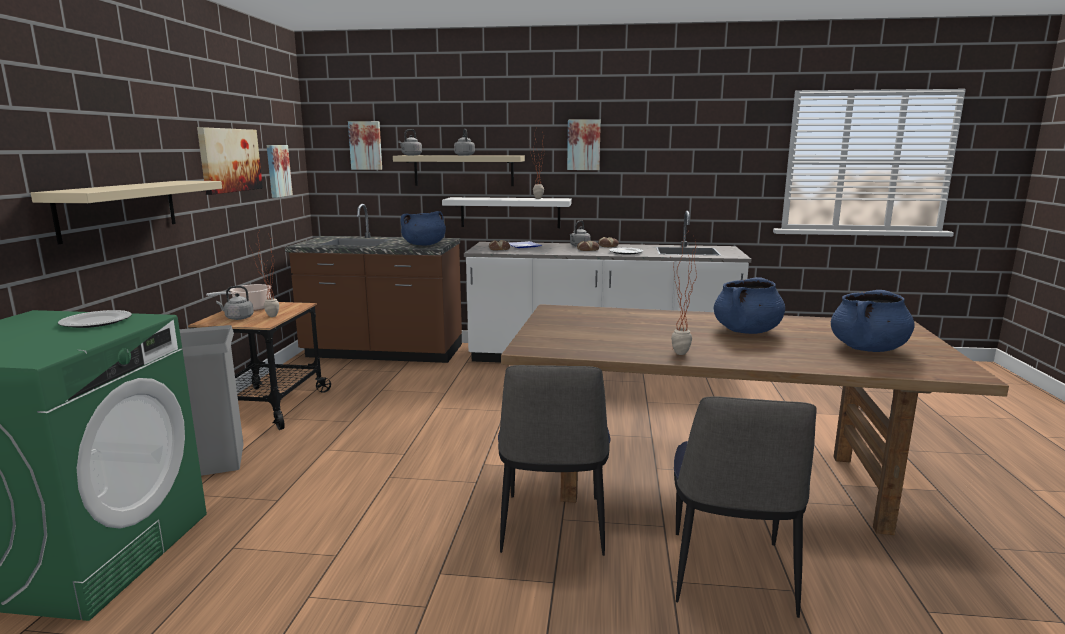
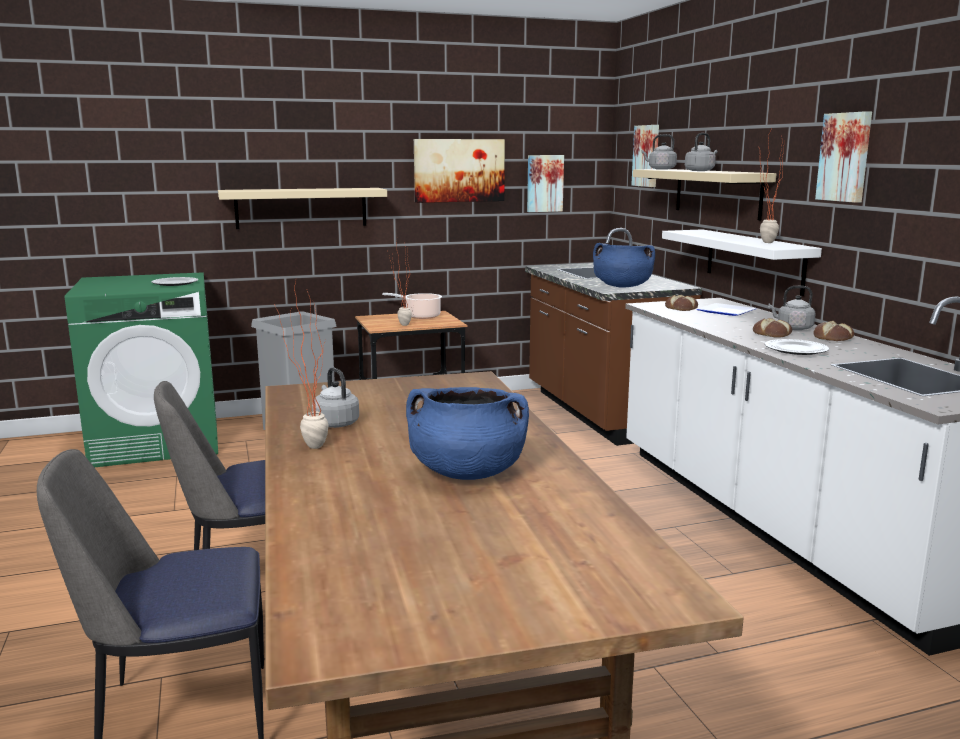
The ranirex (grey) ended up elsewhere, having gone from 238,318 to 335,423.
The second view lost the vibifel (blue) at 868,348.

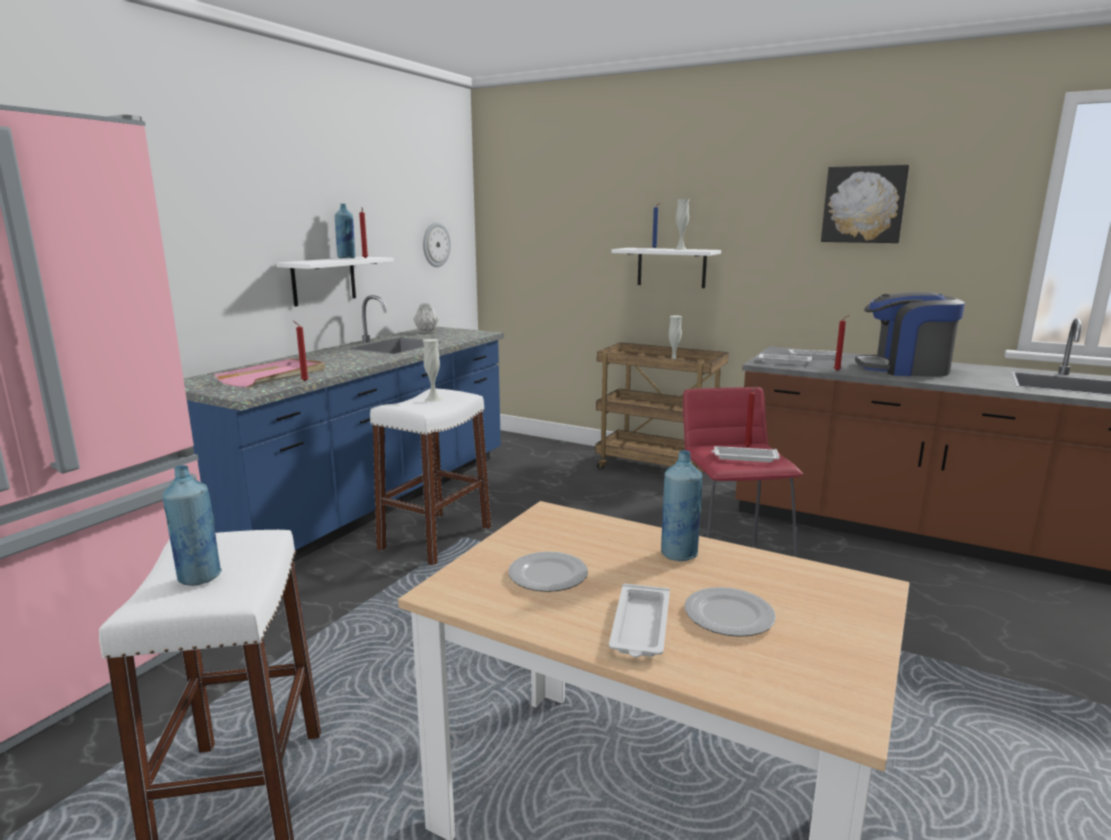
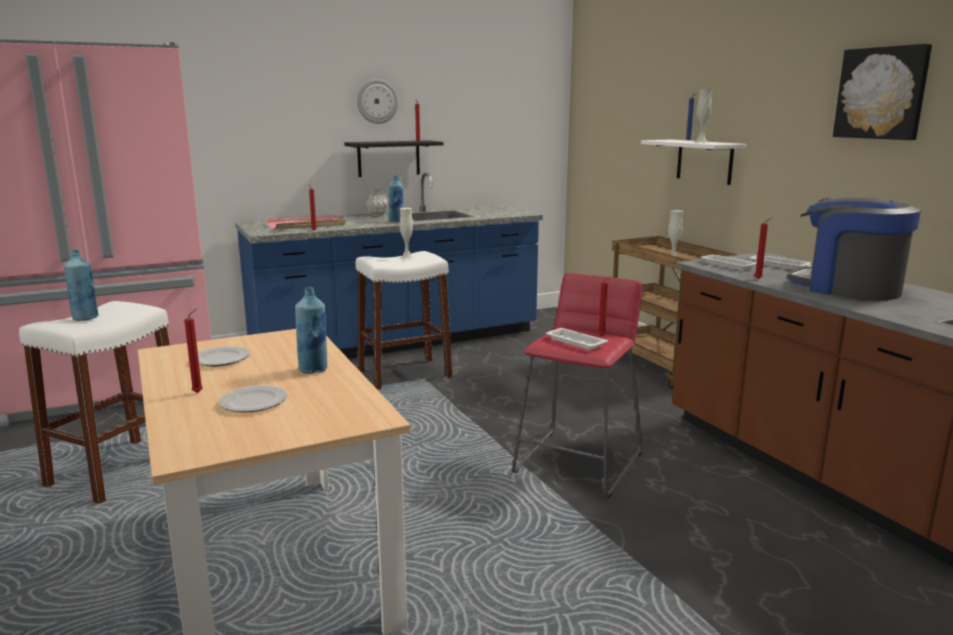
The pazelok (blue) ended up elsewhere, having gone from 347,258 to 396,221.
The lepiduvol ended up elsewhere, having gone from 435,244 to 377,101.
What was the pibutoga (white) at 324,280 turned into the pibutoga (black) at 388,158.
The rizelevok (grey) ended up elsewhere, having gone from 426,332 to 378,215.
Where the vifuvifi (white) stood at 640,627, the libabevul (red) came to stand at 199,392.

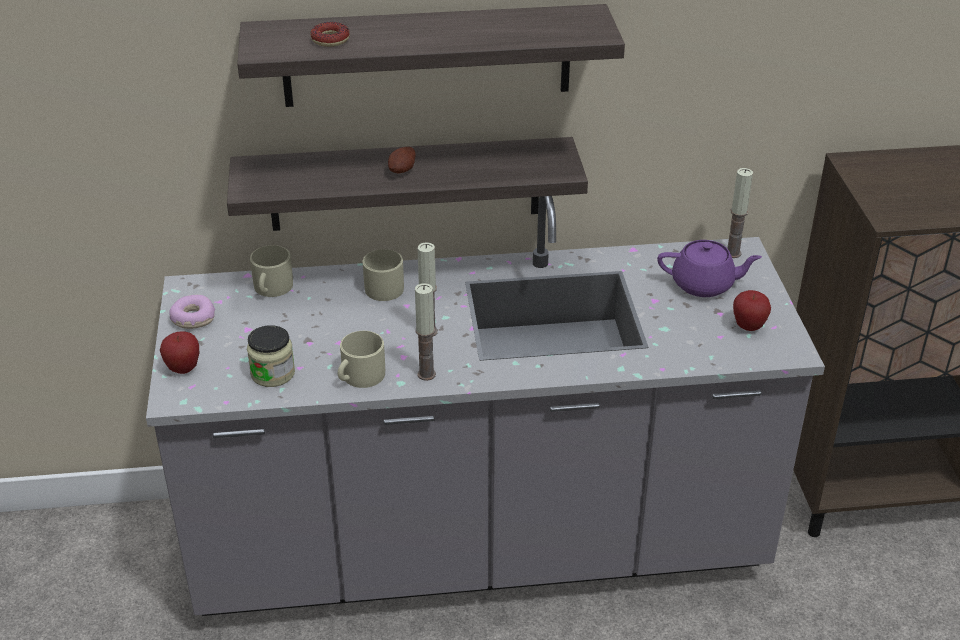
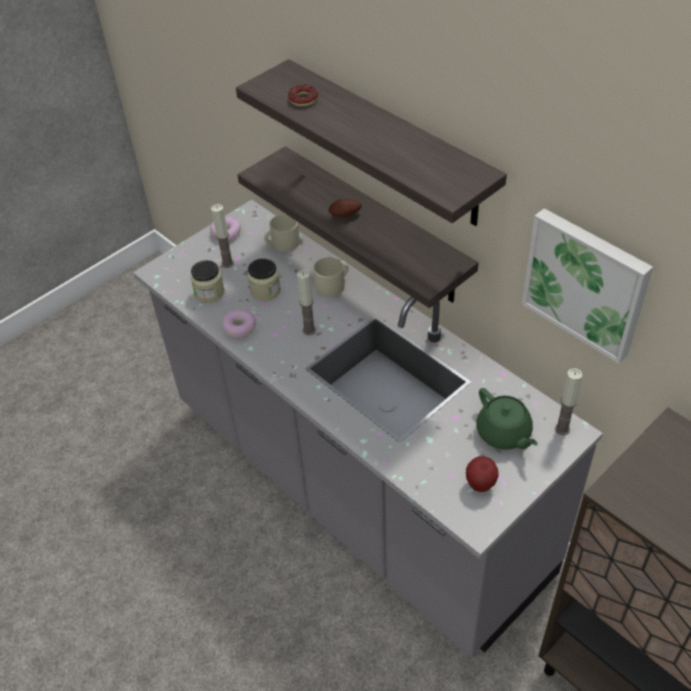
What was the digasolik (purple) at 704,285 turned into the digasolik (green) at 504,433.
The libabevul ended up elsewhere, having gone from 426,374 to 227,263.
The second view lost the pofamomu at 183,369.
Where the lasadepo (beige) stood at 359,376, the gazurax came to stand at 239,328.
The second view gained the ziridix at 586,283.
The second view gained the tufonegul at 265,291.

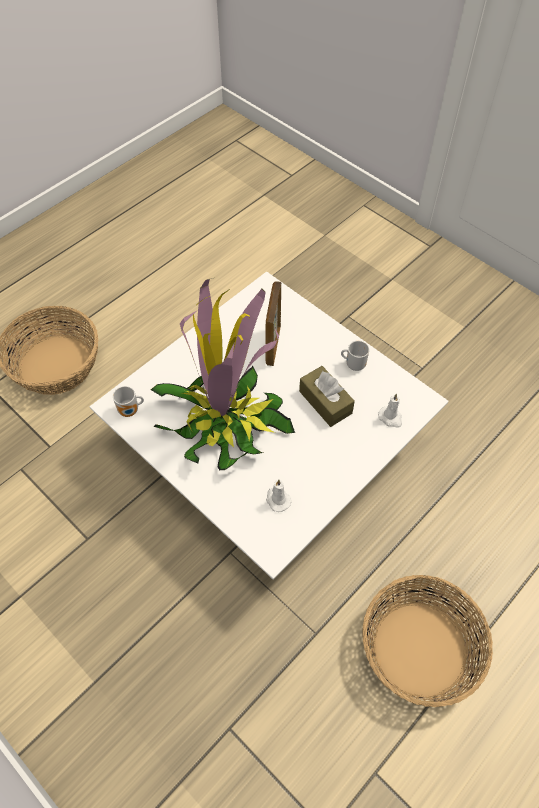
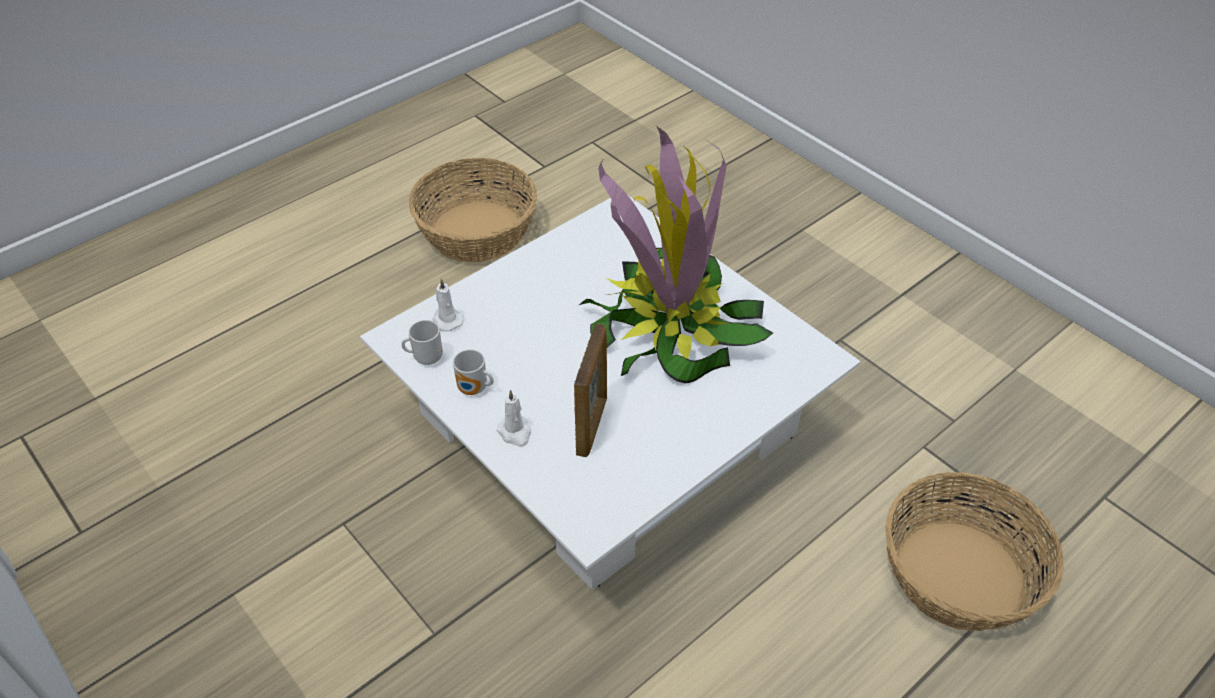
The second view lost the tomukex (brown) at 325,402.
The lasadepo ended up elsewhere, having gone from 130,411 to 426,357.
The libabevul (white) ended up elsewhere, having gone from 277,499 to 515,432.

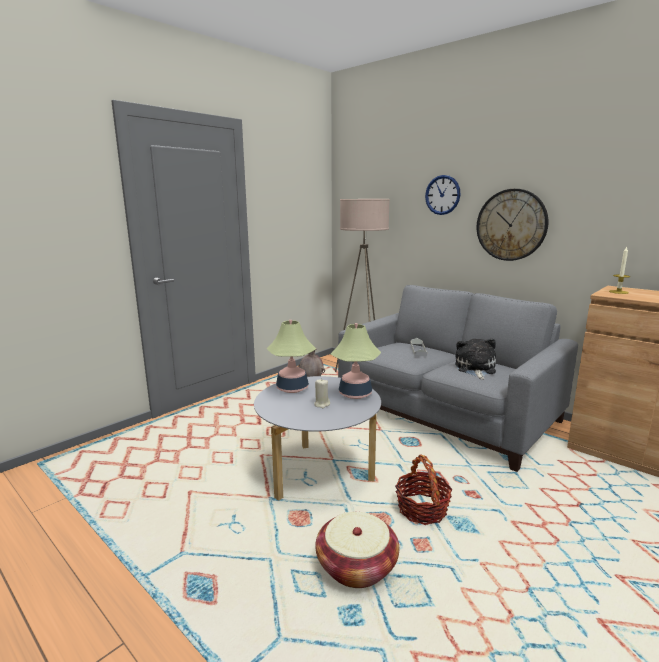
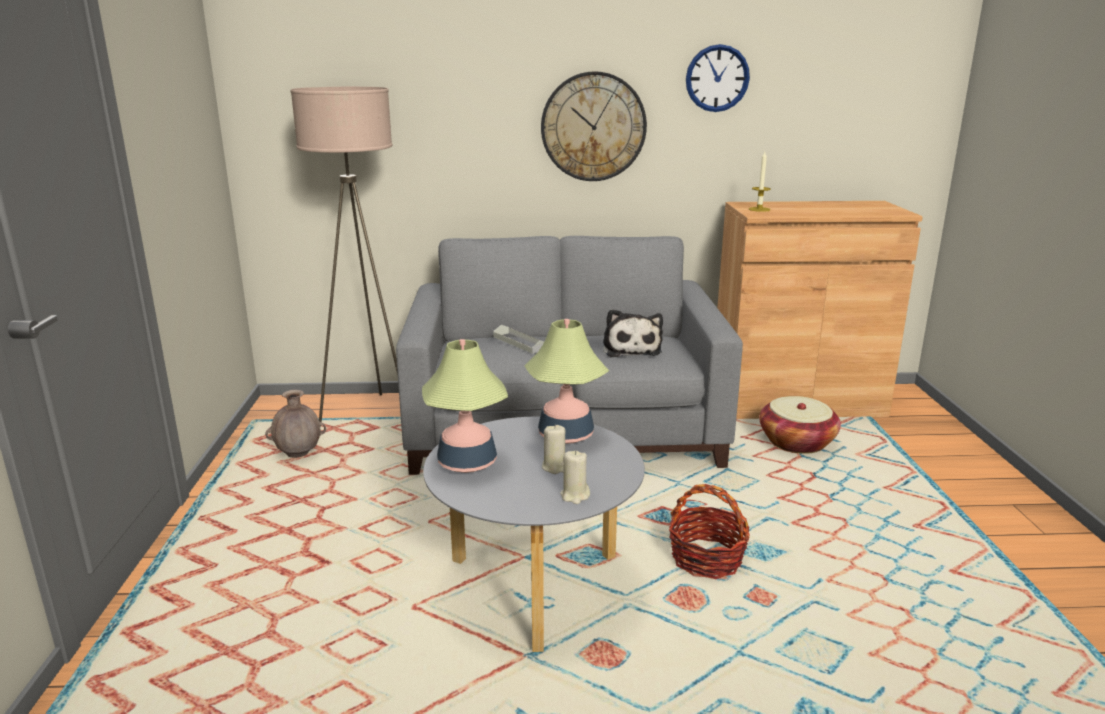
The lepiduvol ended up elsewhere, having gone from 442,195 to 717,78.
The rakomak at 475,369 ended up facing another way, 150 degrees counterclockwise from before.
The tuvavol ended up elsewhere, having gone from 356,566 to 796,442.
The second view gained the libabevul (beige) at 575,496.

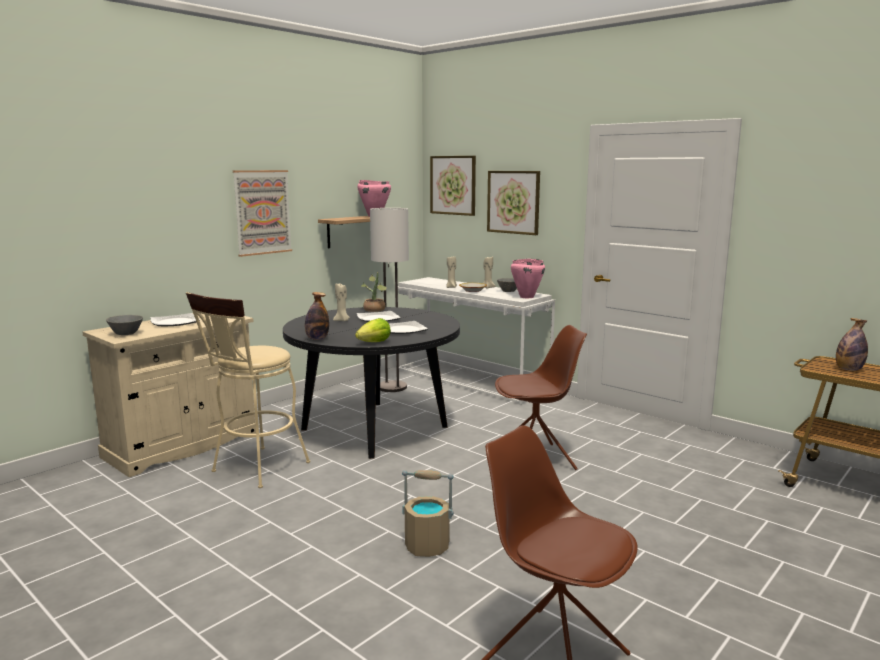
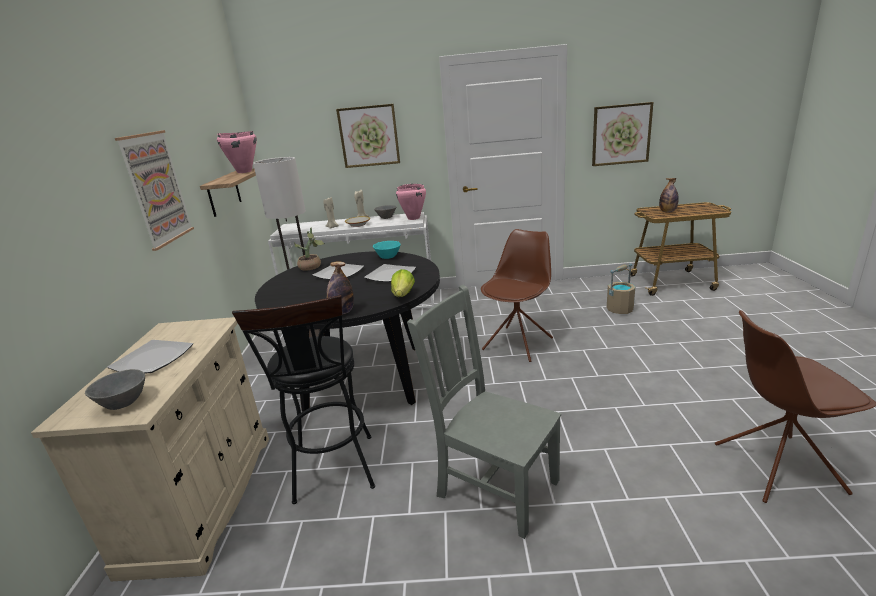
The ziridix ended up elsewhere, having gone from 453,185 to 621,134.
The second view lost the libabevul (beige) at 342,321.
What was the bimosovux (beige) at 255,469 turned into the bimosovux (black) at 335,474.
The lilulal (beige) ended up elsewhere, having gone from 427,546 to 620,309.
The second view gained the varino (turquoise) at 388,257.
The second view gained the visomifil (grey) at 494,486.

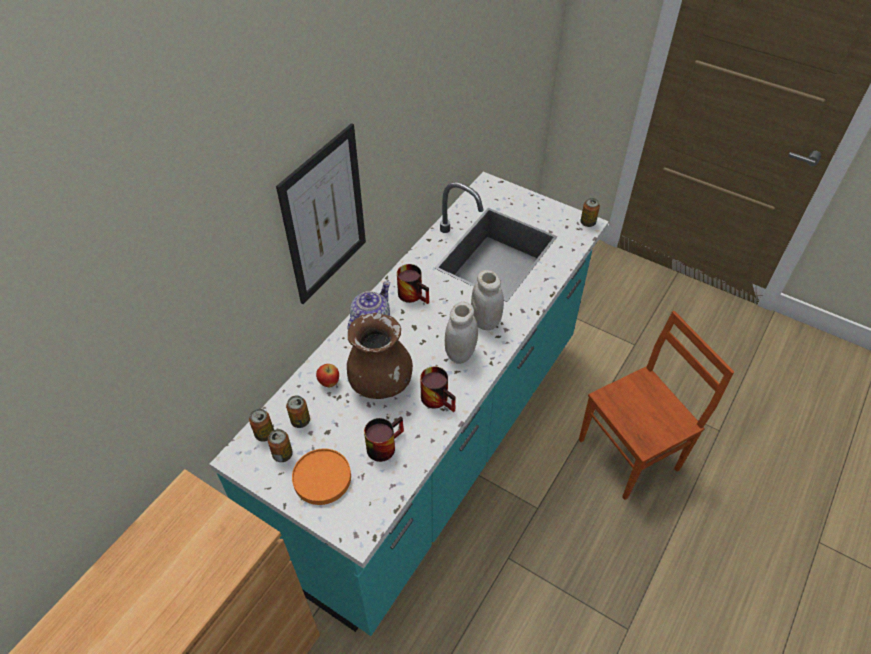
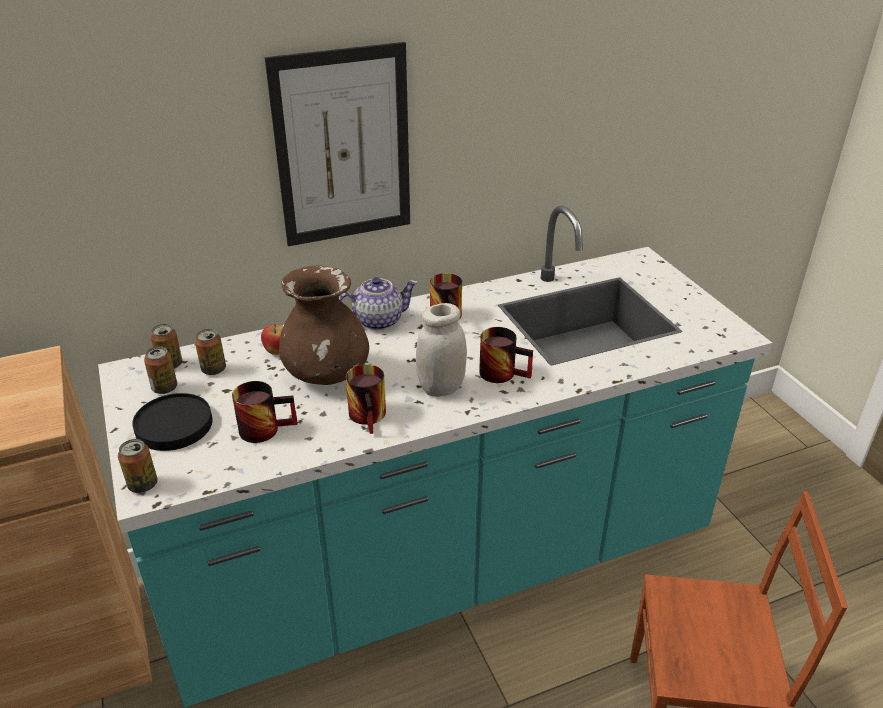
The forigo ended up elsewhere, having gone from 587,223 to 143,485.
Where the tufonegul (white) stood at 485,321, the lasadepo came to stand at 504,372.
What was the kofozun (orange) at 322,478 turned into the kofozun (black) at 174,426.

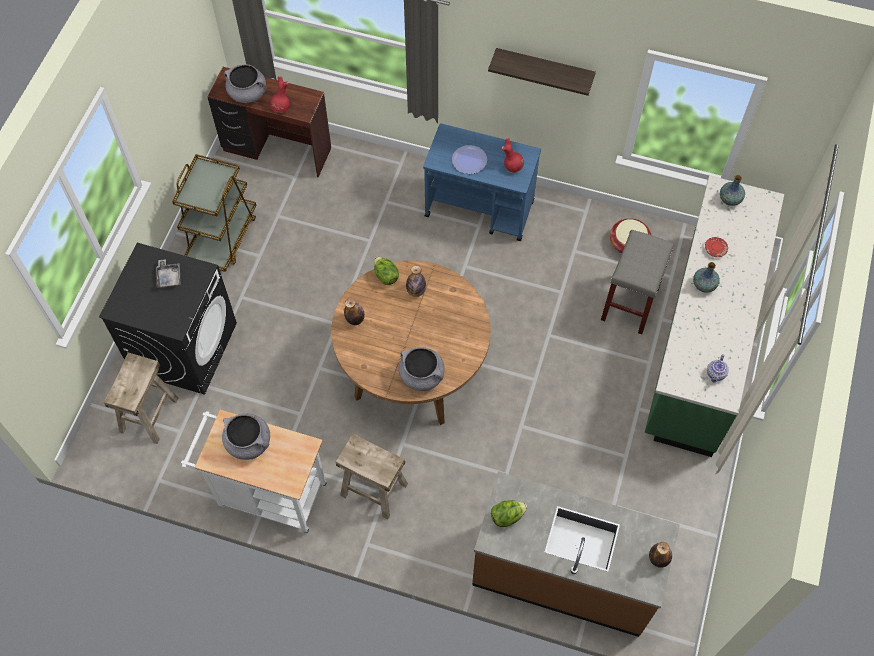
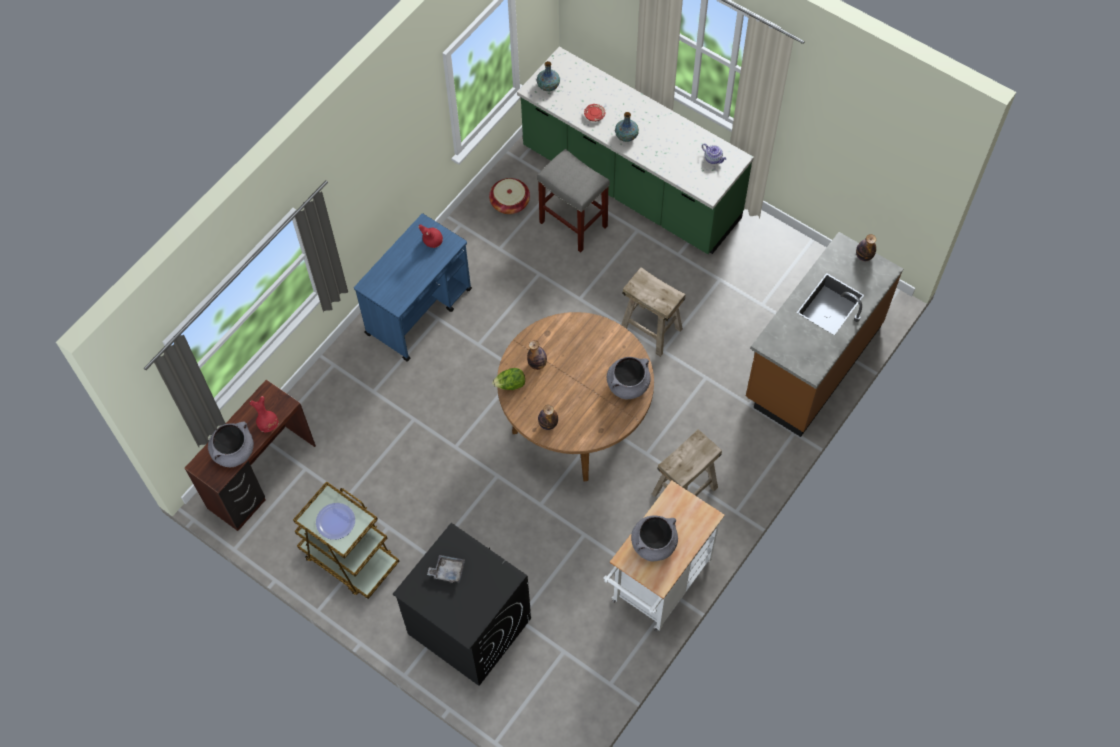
The second view lost the pibutoga at 544,69.
The kofozun ended up elsewhere, having gone from 469,160 to 335,521.
The bimosovux (beige) ended up elsewhere, having gone from 149,415 to 651,329.
The second view lost the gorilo at 507,516.

